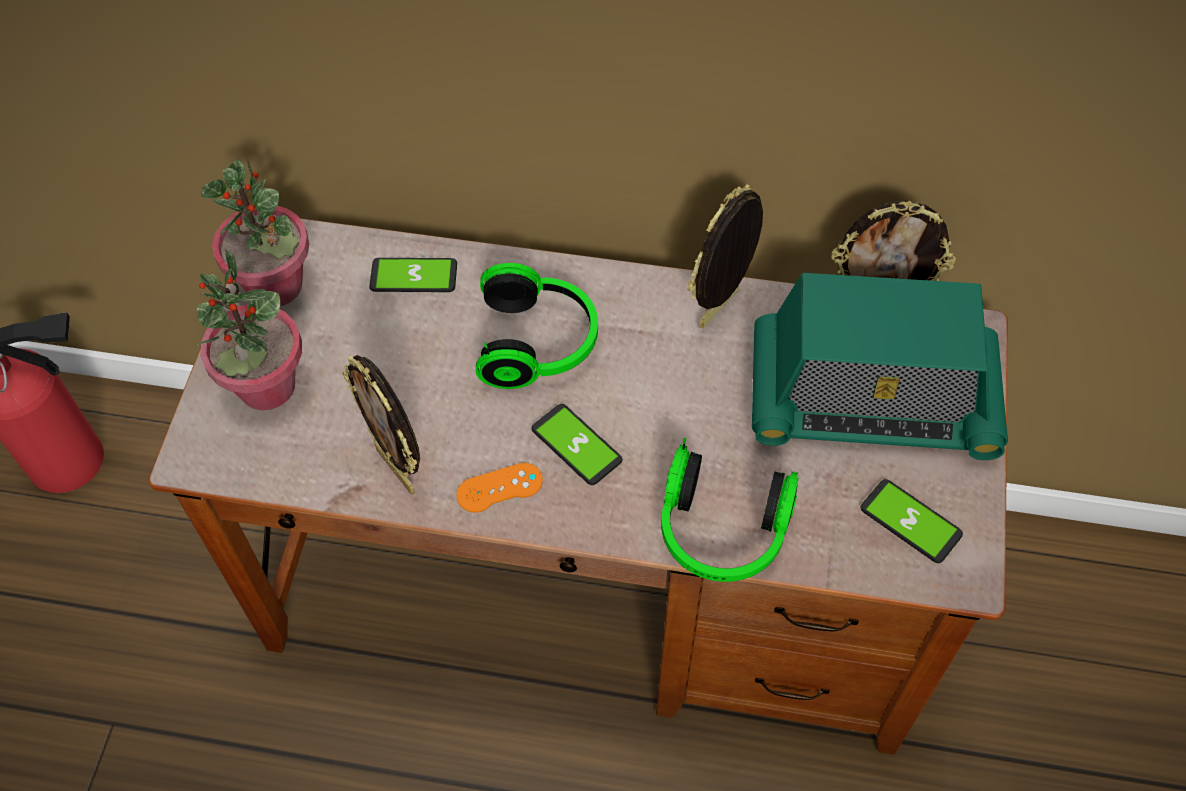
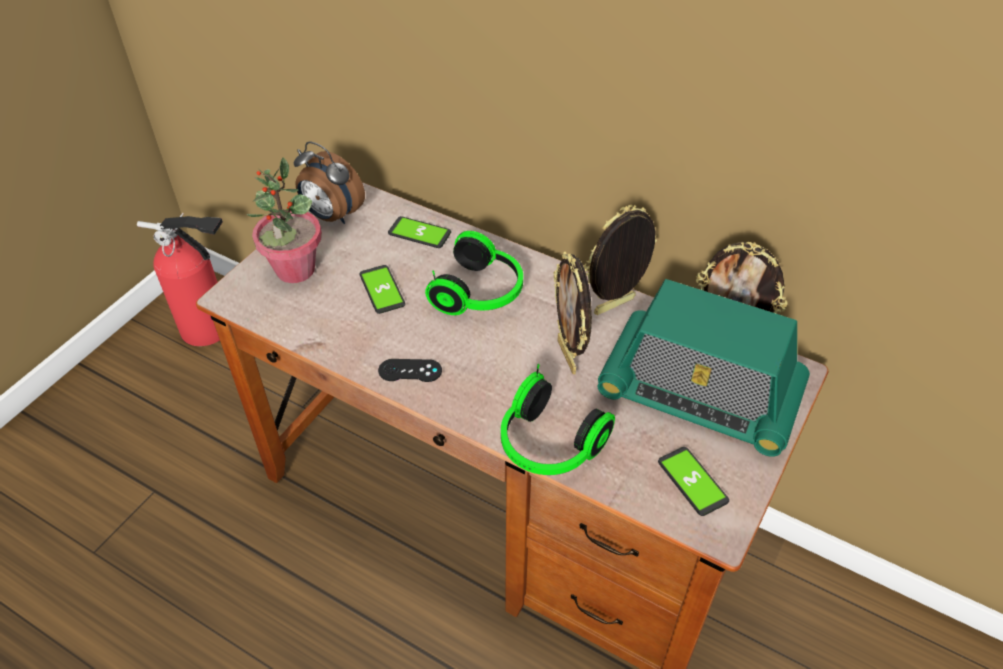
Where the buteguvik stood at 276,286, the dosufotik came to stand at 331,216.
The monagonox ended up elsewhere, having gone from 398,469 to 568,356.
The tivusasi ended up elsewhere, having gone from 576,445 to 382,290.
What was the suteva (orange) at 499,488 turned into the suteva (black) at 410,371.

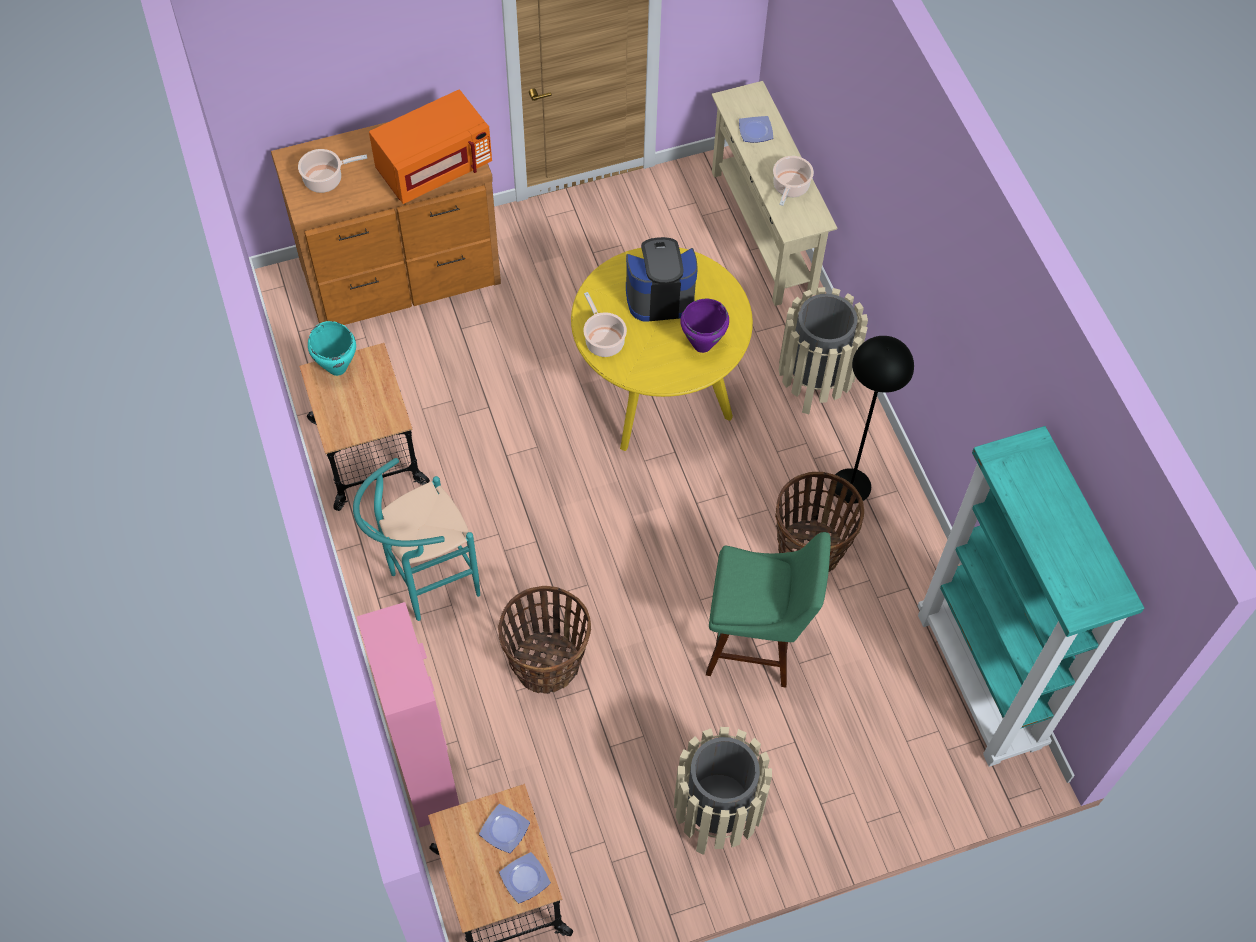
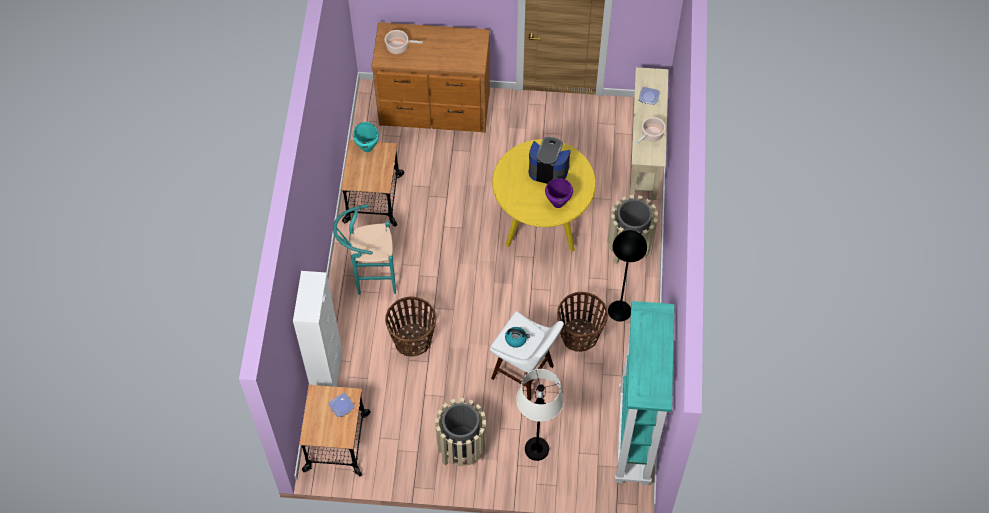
The second view lost the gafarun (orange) at 434,167.
The second view lost the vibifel at 603,340.
What was the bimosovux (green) at 756,645 turned into the bimosovux (white) at 525,374.
What was the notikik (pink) at 427,776 turned into the notikik (white) at 327,373.
The second view lost the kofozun at 525,877.
The second view gained the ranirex at 516,339.
The second view gained the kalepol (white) at 536,449.

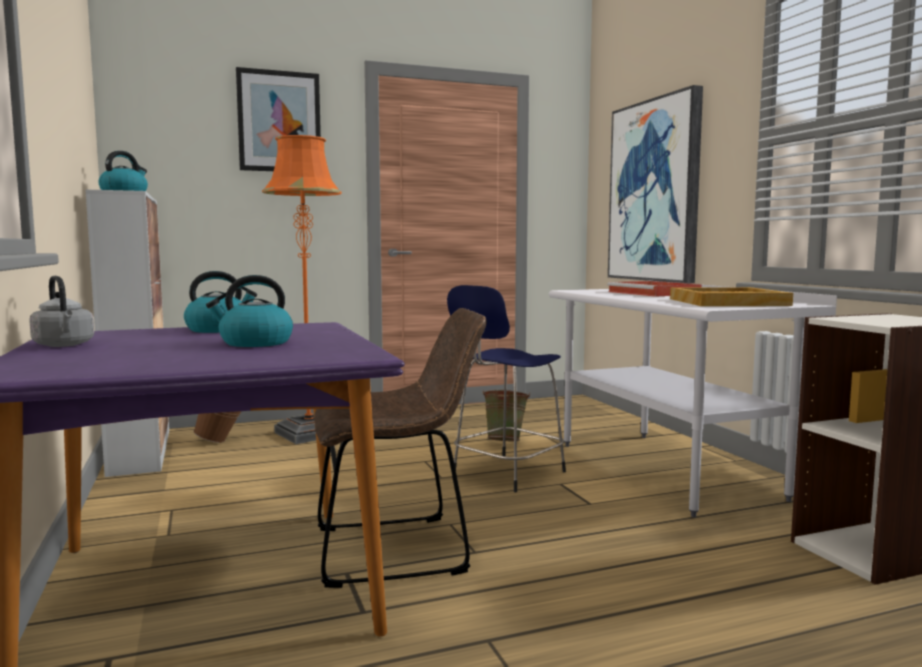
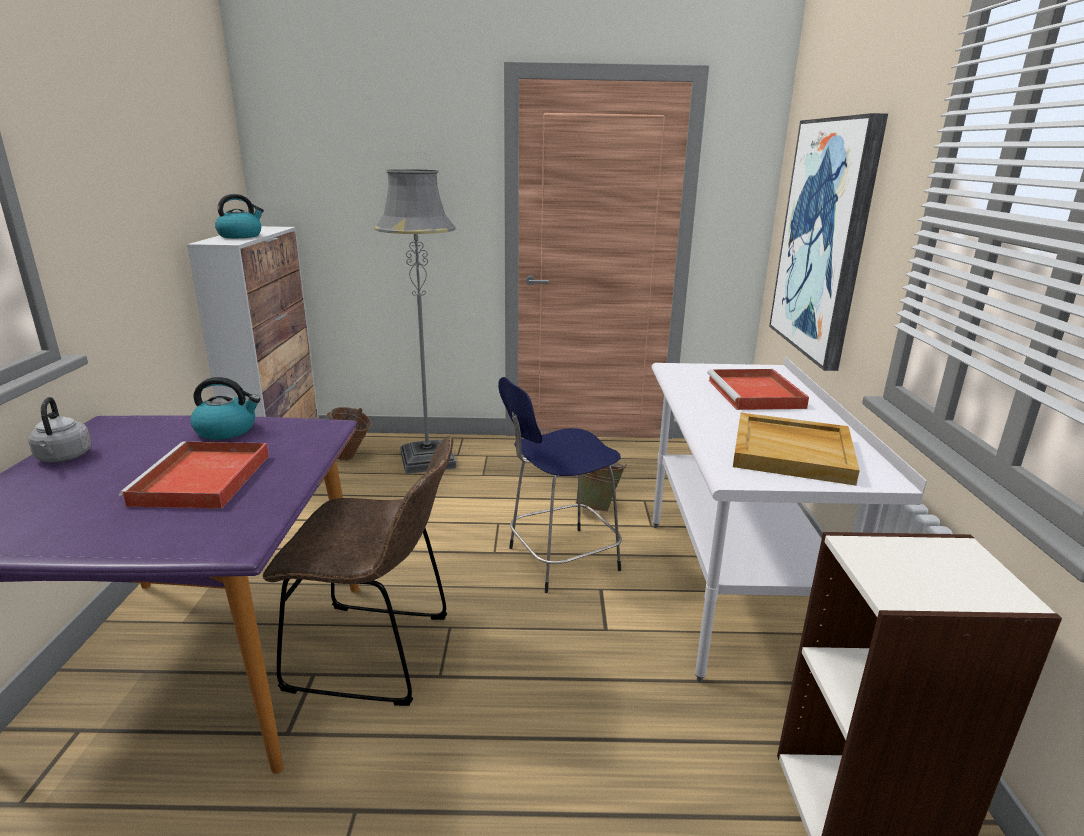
The second view lost the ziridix at 279,122.
What was the kalepol (orange) at 309,434 turned into the kalepol (grey) at 427,460.
Where the ranirex stood at 255,343, the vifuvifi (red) came to stand at 201,481.

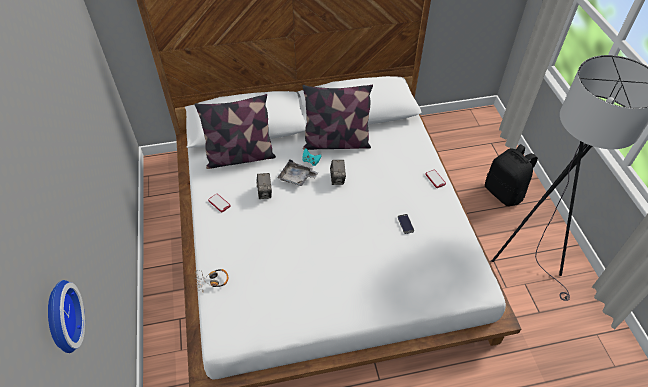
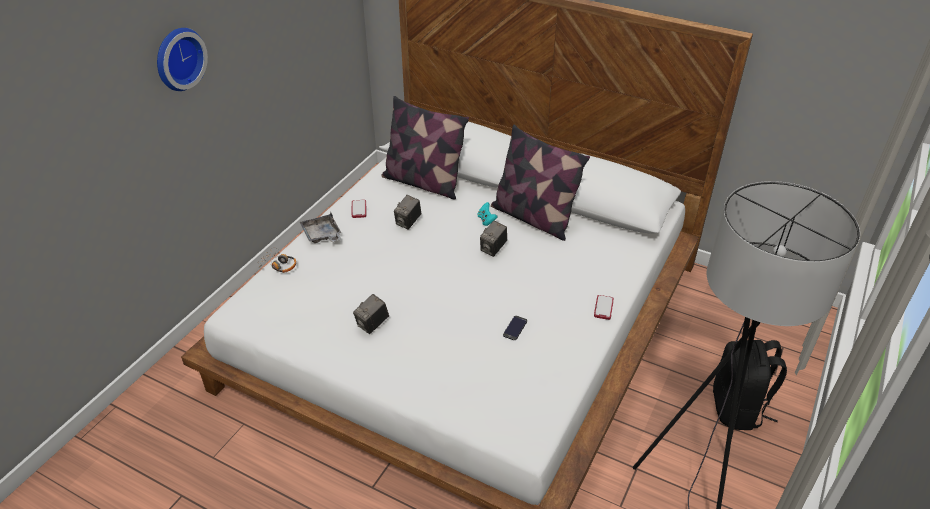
The vifuvifi (grey) ended up elsewhere, having gone from 297,178 to 322,235.
The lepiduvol ended up elsewhere, having gone from 59,317 to 177,58.
The second view gained the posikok at 372,324.

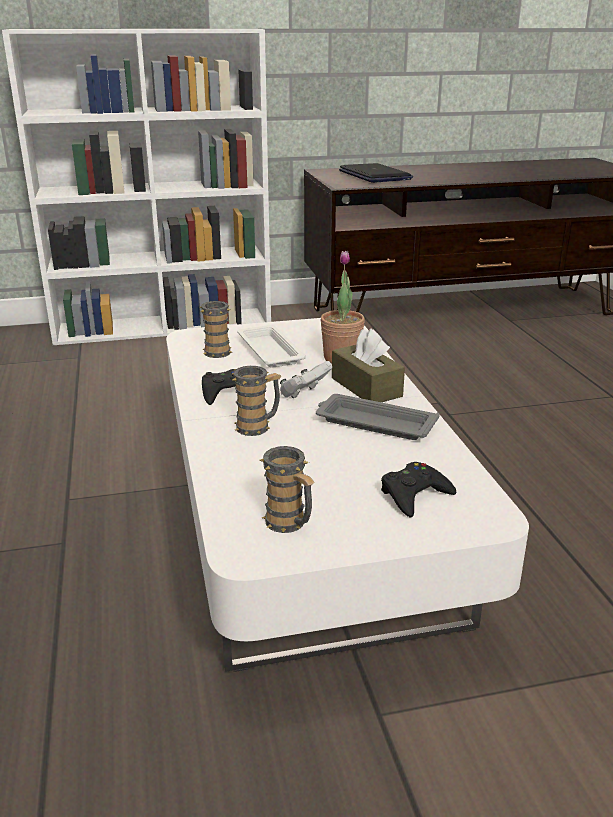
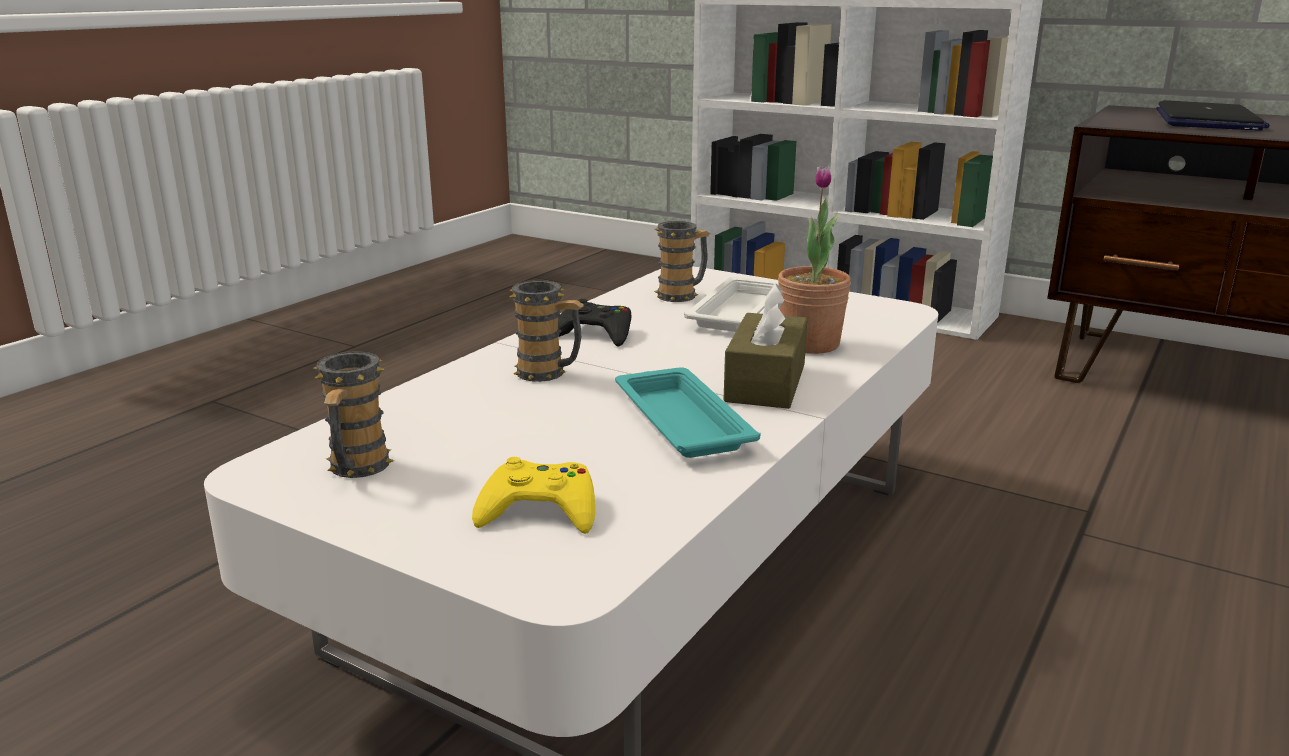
The second view lost the suteva (white) at 304,394.
What was the vifuvifi (grey) at 373,423 turned into the vifuvifi (turquoise) at 680,420.
What was the suteva (black) at 414,495 turned into the suteva (yellow) at 540,510.

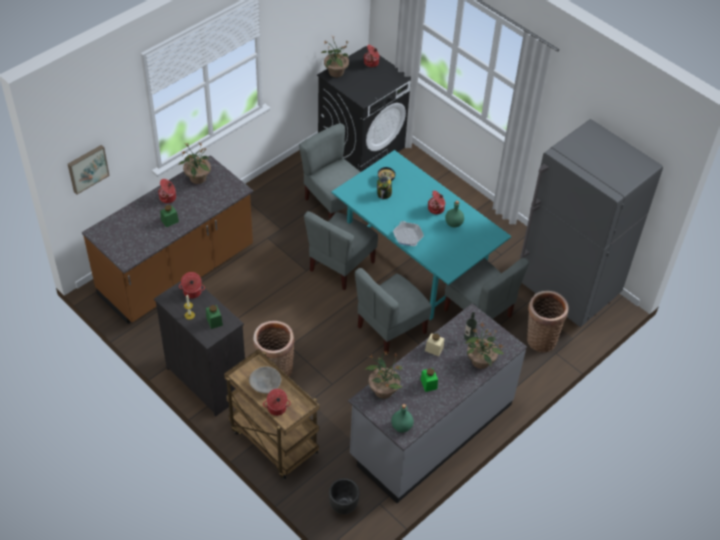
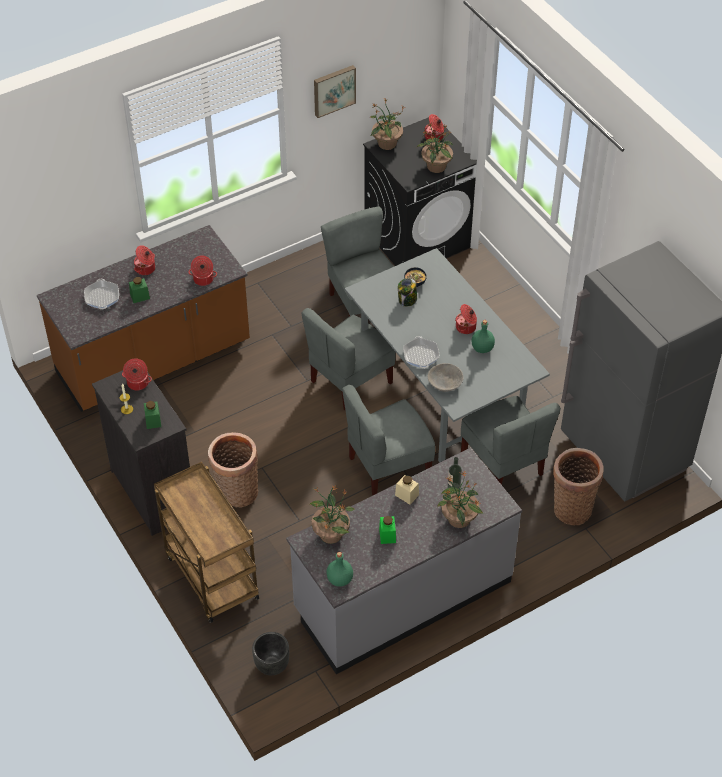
The buteguvik ended up elsewhere, having gone from 197,178 to 436,167.
The ziridix ended up elsewhere, having gone from 87,168 to 333,90.
What was the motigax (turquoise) at 413,264 turned into the motigax (grey) at 439,393.
The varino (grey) ended up elsewhere, having gone from 265,385 to 444,383.
The vibifel ended up elsewhere, having gone from 277,408 to 203,279.
The second view gained the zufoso at 102,297.

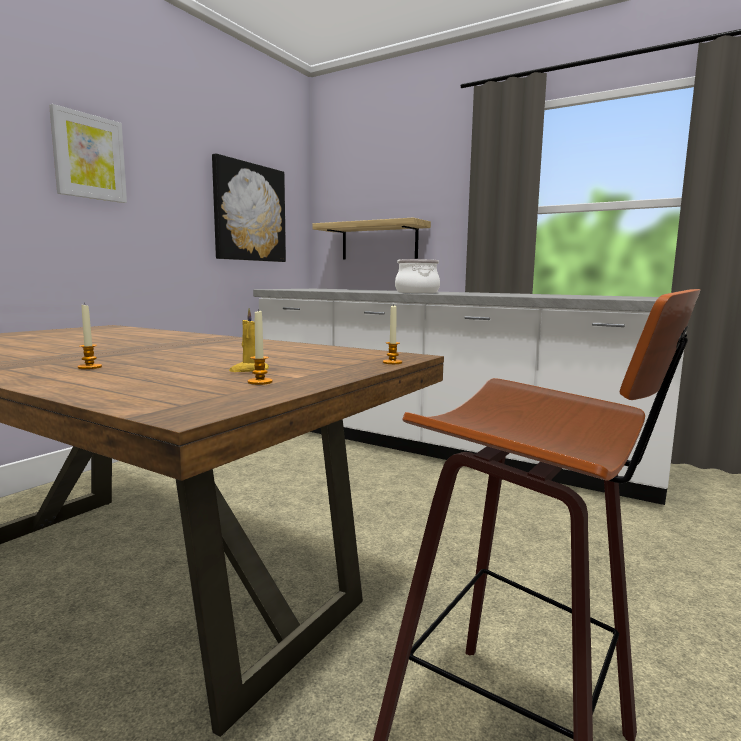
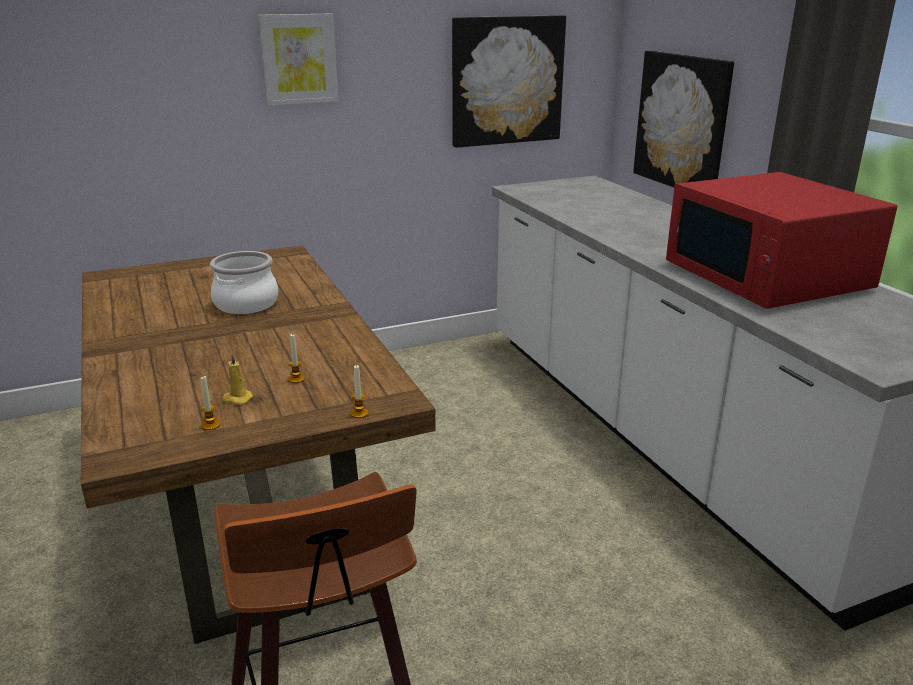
Where the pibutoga hung at 379,241, the ziridix came to hang at 682,122.
The vibifel ended up elsewhere, having gone from 416,292 to 245,304.
The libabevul ended up elsewhere, having gone from 90,367 to 296,379.
The second view gained the gafarun (red) at 767,277.

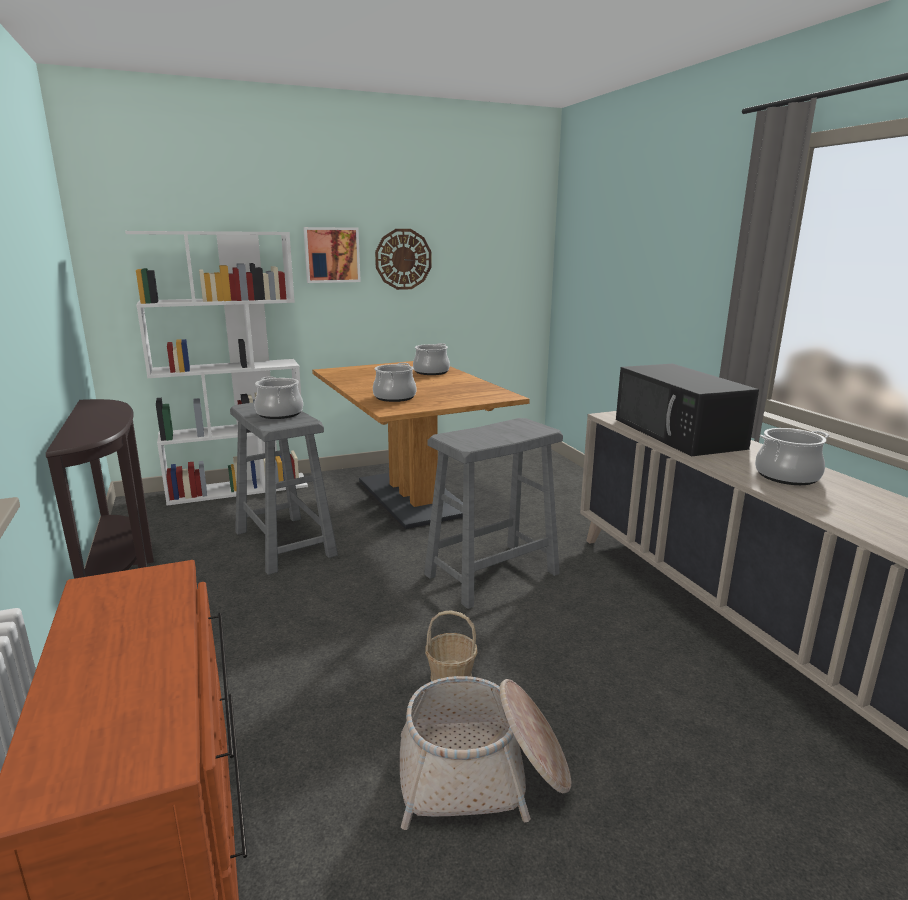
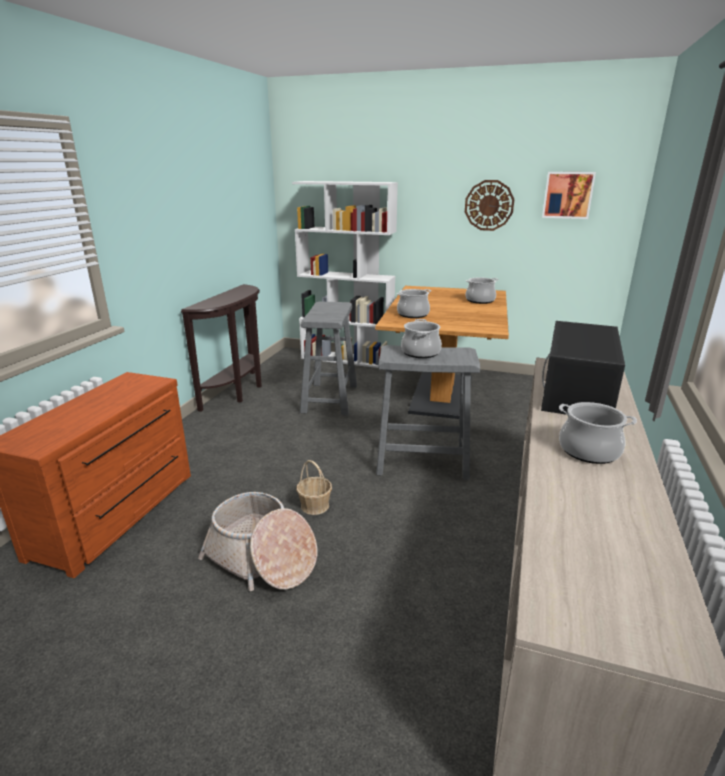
The ziridix ended up elsewhere, having gone from 331,255 to 568,195.
The vibifel ended up elsewhere, having gone from 279,414 to 420,352.

